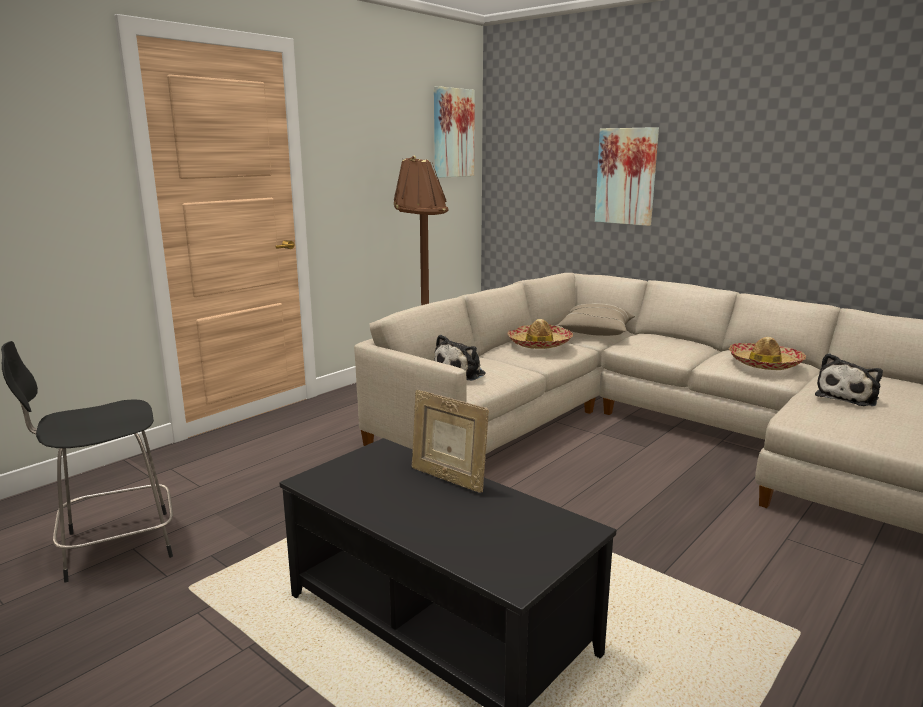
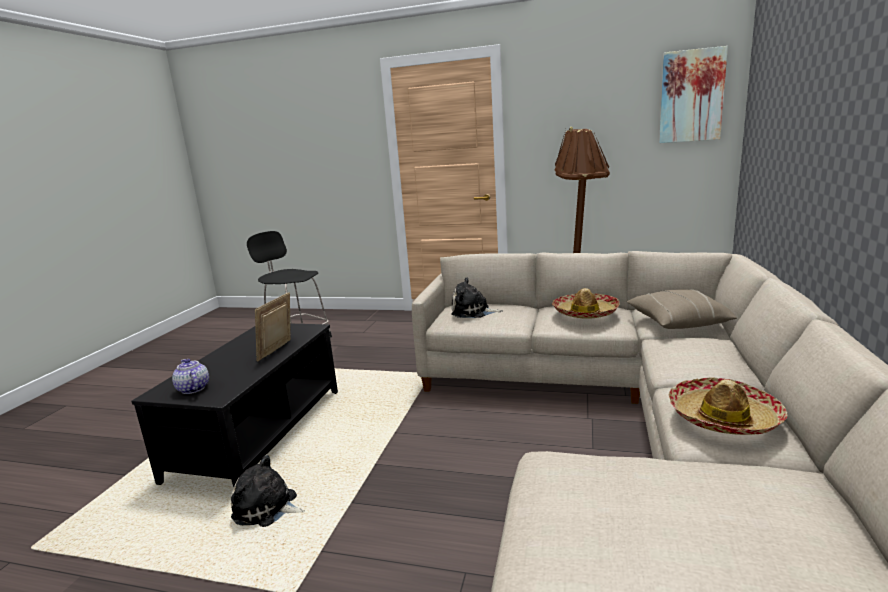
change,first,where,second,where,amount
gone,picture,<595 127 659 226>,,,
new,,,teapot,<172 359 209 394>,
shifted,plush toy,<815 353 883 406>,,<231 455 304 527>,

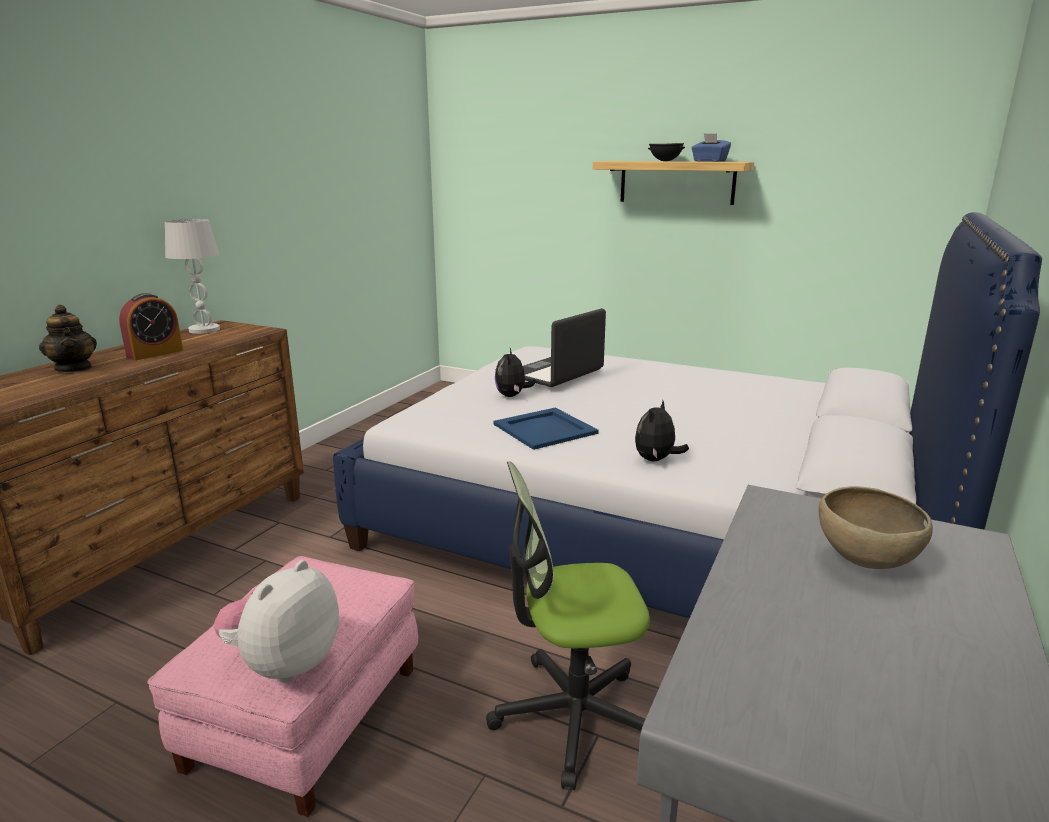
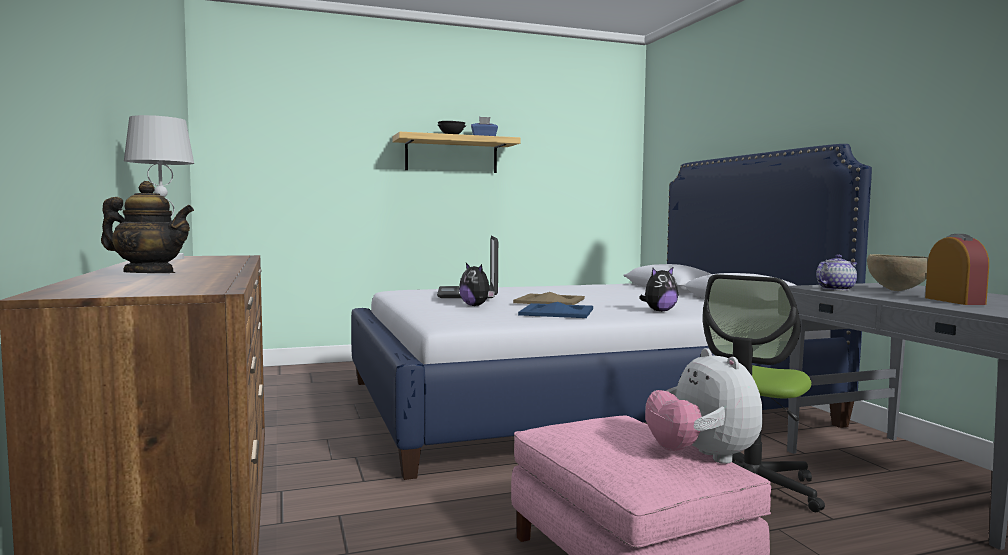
change,first,where,second,where,amount
new,,,tray (beige),<513 292 585 305>,
new,,,teapot,<816 254 857 291>,
shifted,alarm clock,<119 293 183 361>,,<925 234 989 305>,
rotated,plush toy,<635 401 689 461>,,<639 266 678 312>,105 degrees counterclockwise

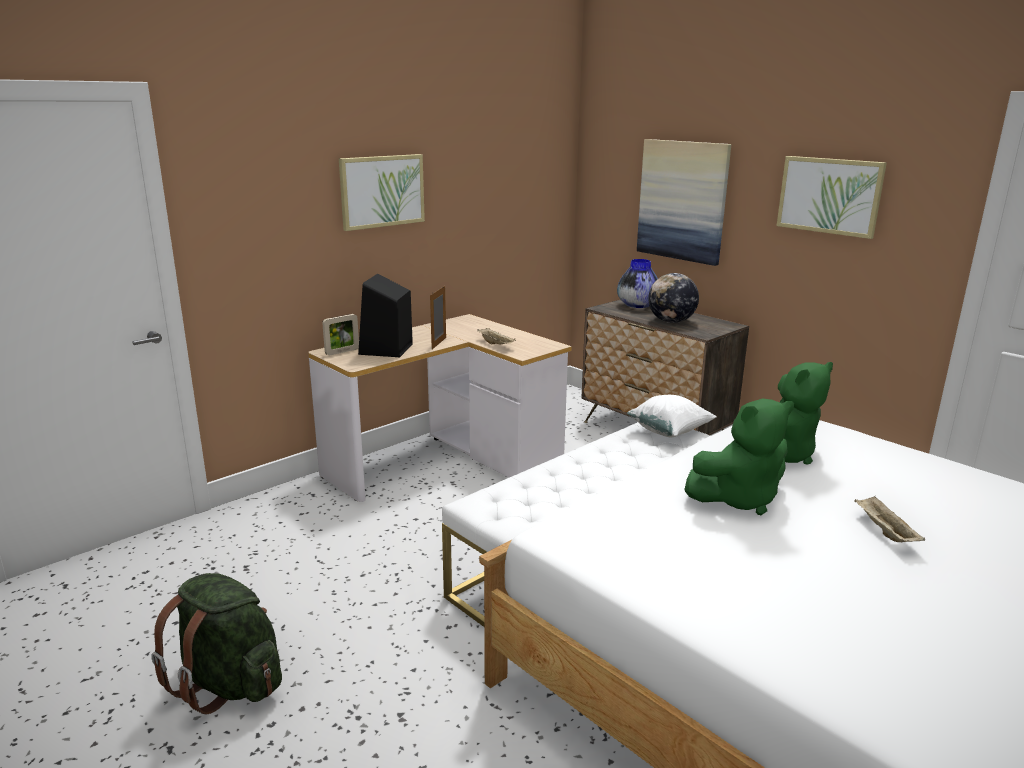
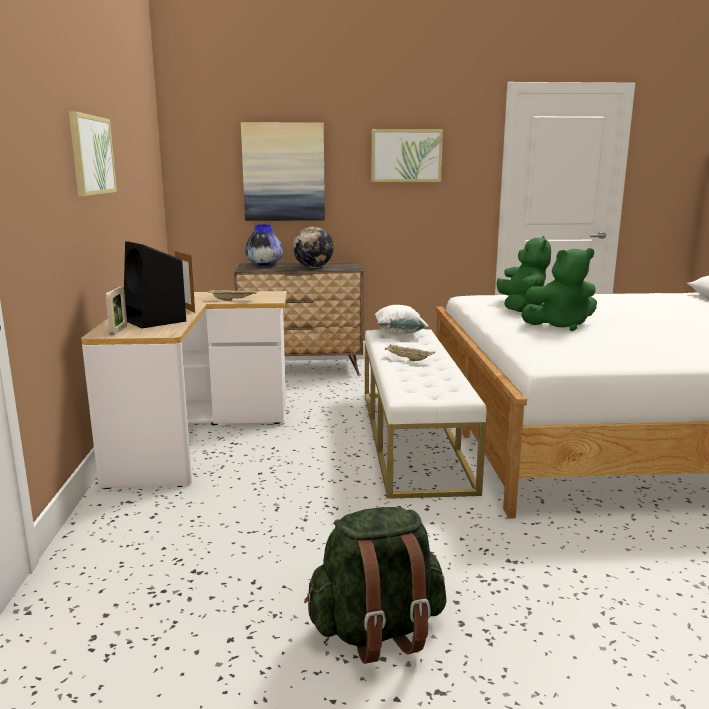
change,first,where,second,where,amount
shifted,tray (beige),<854 496 925 542>,,<385 344 435 361>,
rotated,plush toy (green),<685 399 794 515>,,<521 248 597 331>,60 degrees clockwise

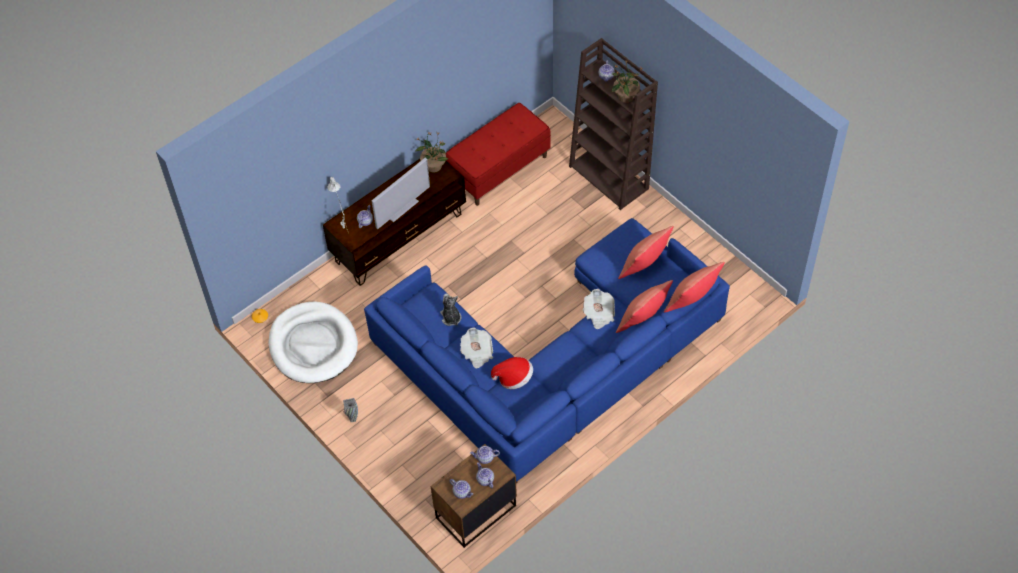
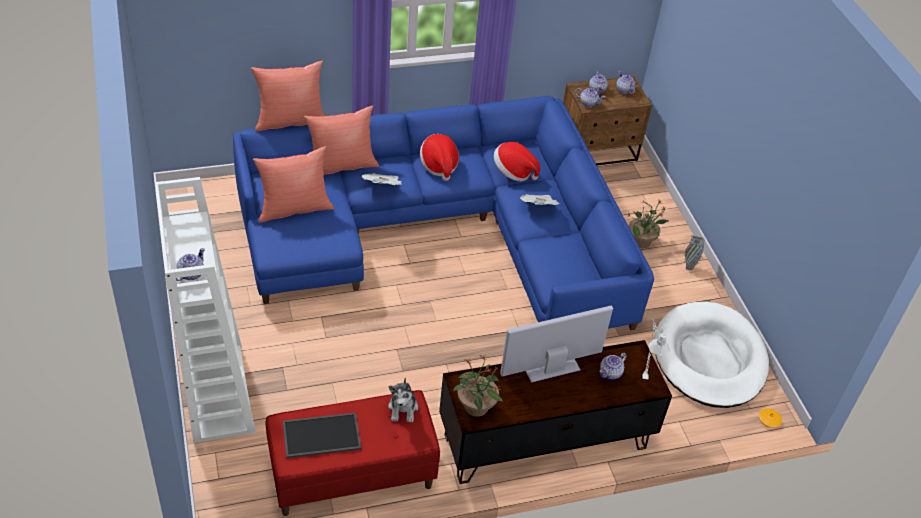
change,first,where,second,where,amount
new,,,tray,<283 413 361 458>,
new,,,hat,<420 134 459 181>,
shifted,plush toy,<440 293 462 326>,,<388 378 418 422>,
shifted,potted plant,<611 60 644 103>,,<627 199 669 248>,
repainted,bookcase (brown),<569 38 658 210>,bookcase (white),<155 177 256 443>,

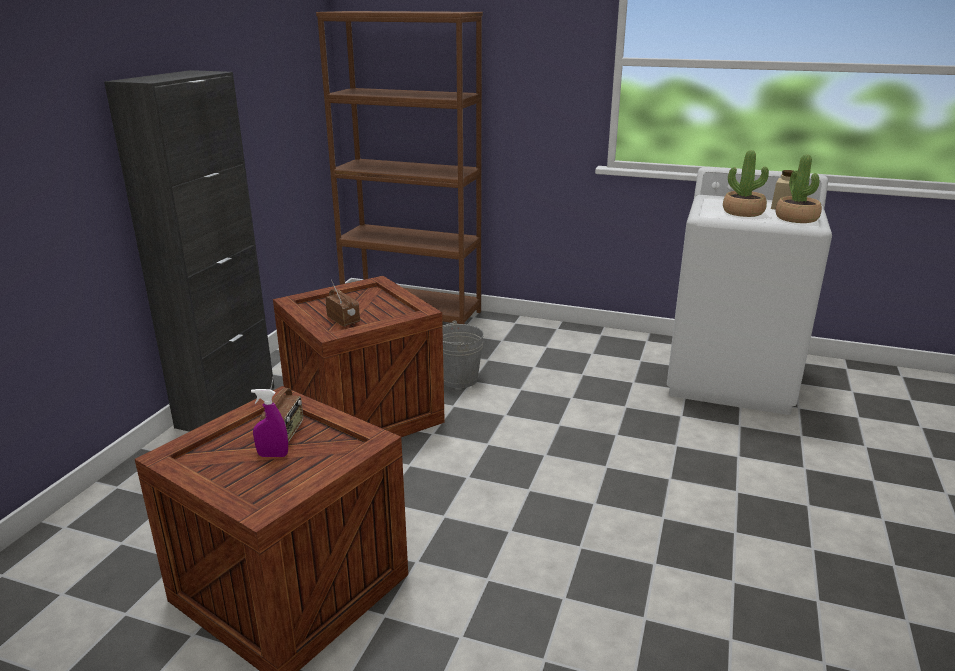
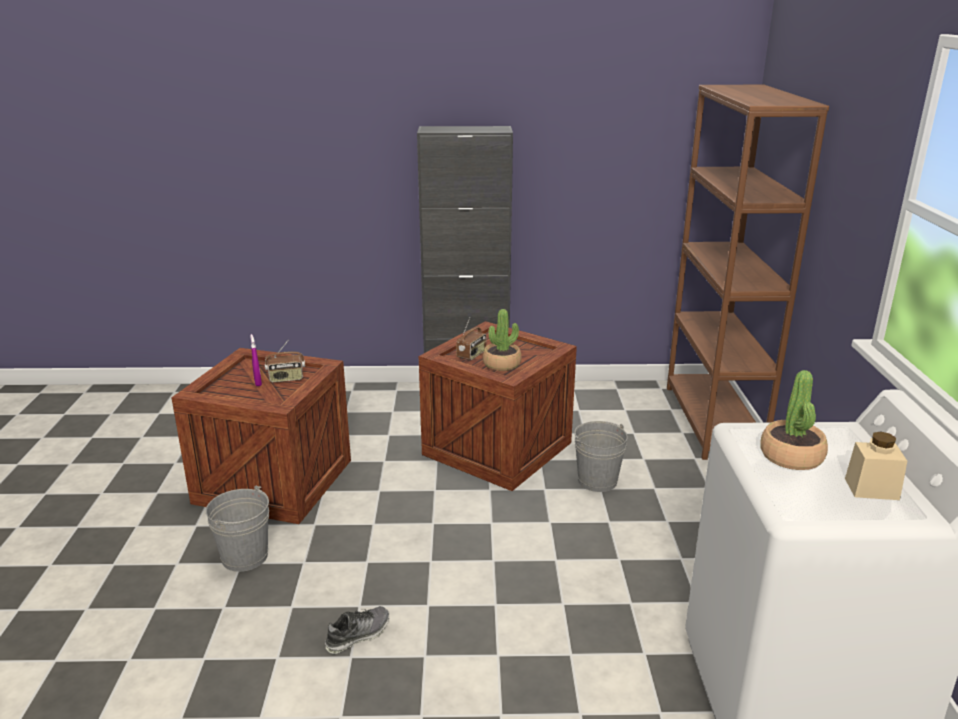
change,first,where,second,where,amount
new,,,bucket (grey),<206 486 269 572>,
new,,,shoe,<325 606 389 654>,
shifted,potted plant,<775 154 822 223>,,<483 309 522 371>,

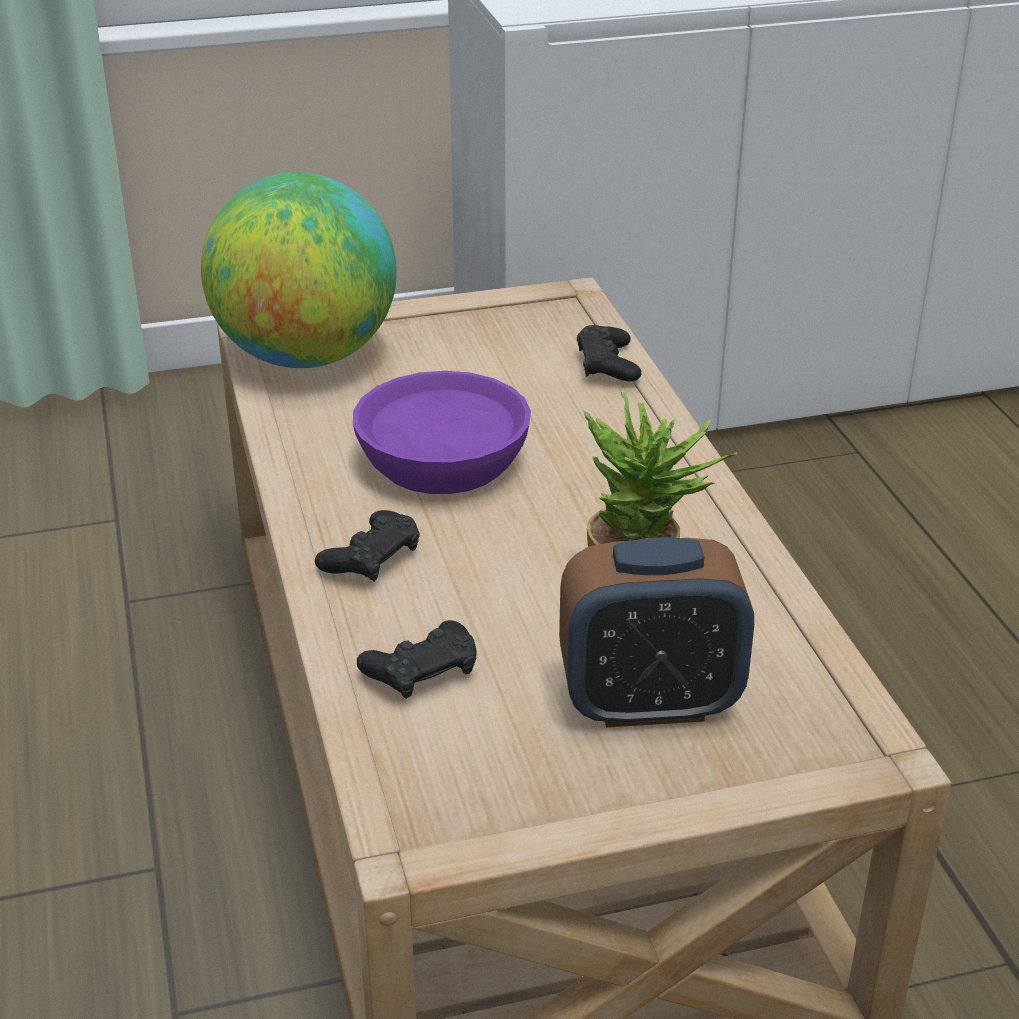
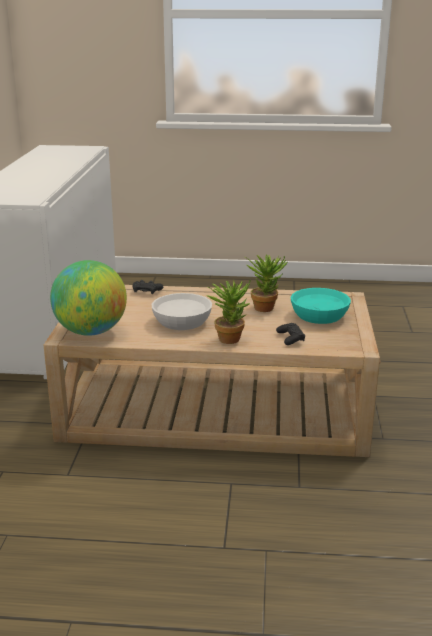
change,first,where,second,where,amount
swapped,game controller (black),<315 510 420 582>,potted plant,<206 279 251 344>,
swapped,alarm clock,<559 538 754 727>,bowl (turquoise),<290 288 351 324>,
repainted,bowl (purple),<353 371 531 494>,bowl (white),<152 293 212 330>,

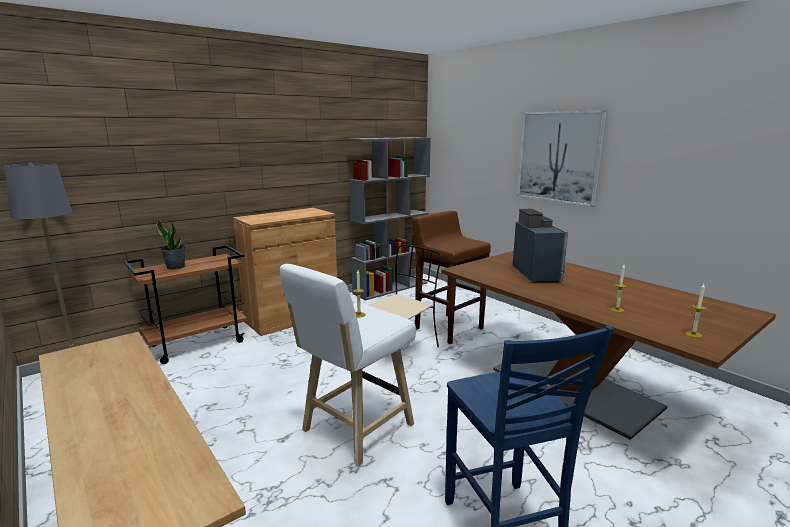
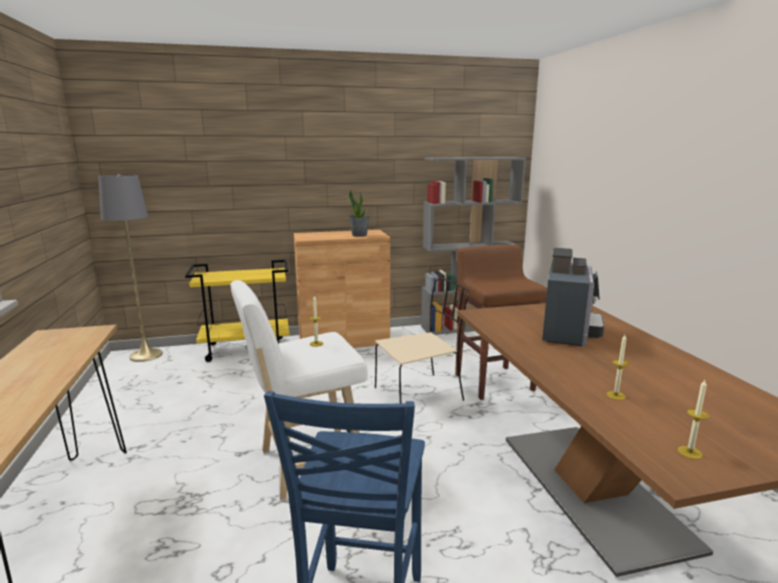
change,first,where,second,where,amount
gone,picture,<517 110 607 207>,,,
shifted,potted plant,<157 219 186 270>,,<348 190 370 237>,
repainted,cart (brown),<124 245 247 364>,cart (yellow),<185 260 289 362>,

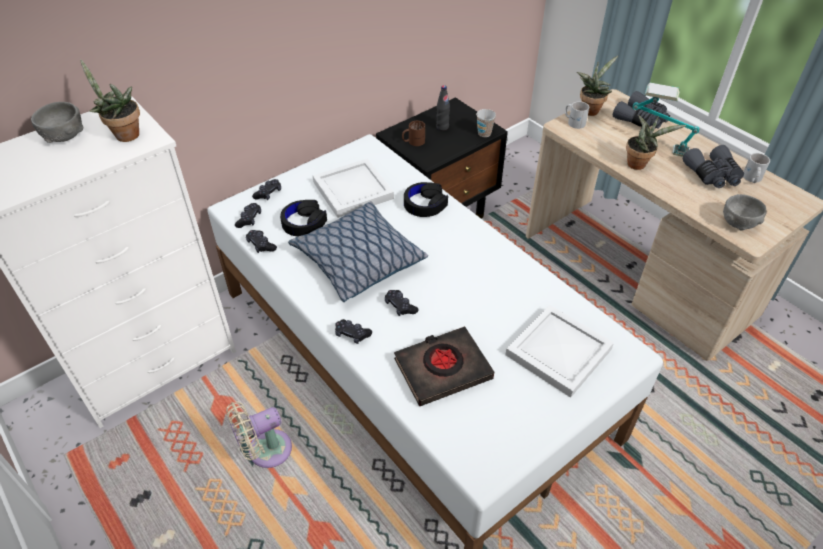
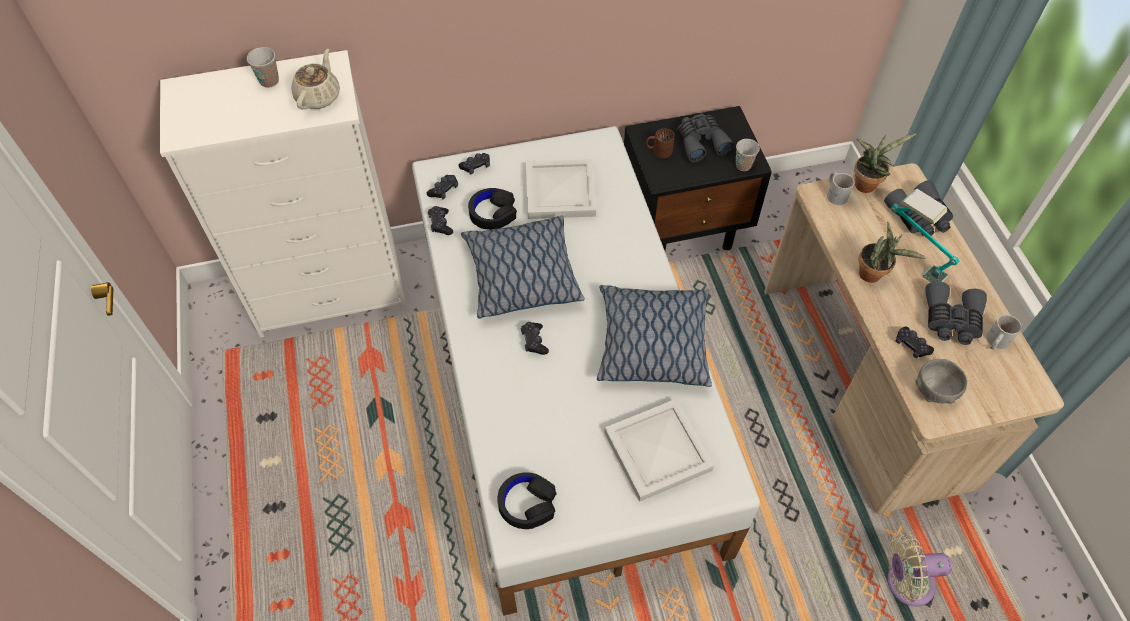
change,first,where,second,where,amount
gone,book (black),<394 326 494 406>,,,
new,,,pillow,<597 285 712 387>,
shifted,fan (beige),<226 401 292 468>,,<887 532 951 606>,
shifted,game controller (black),<335 319 372 344>,,<896 326 934 358>,
shifted,headphones (black),<404 182 448 217>,,<497 472 556 529>,
swapped,bowl (grey),<31 102 84 143>,cup,<247 47 279 88>,
swapped,potted plant,<80 59 140 142>,teapot (beige),<291 49 340 110>,
swapped,bottle (black),<436 85 450 131>,binoculars (grey),<677 114 734 162>,

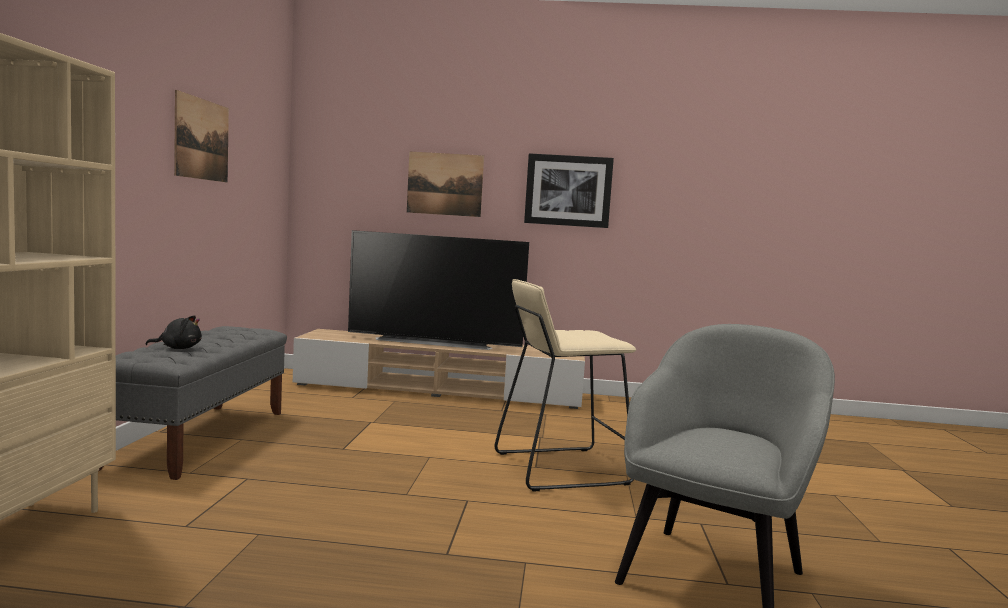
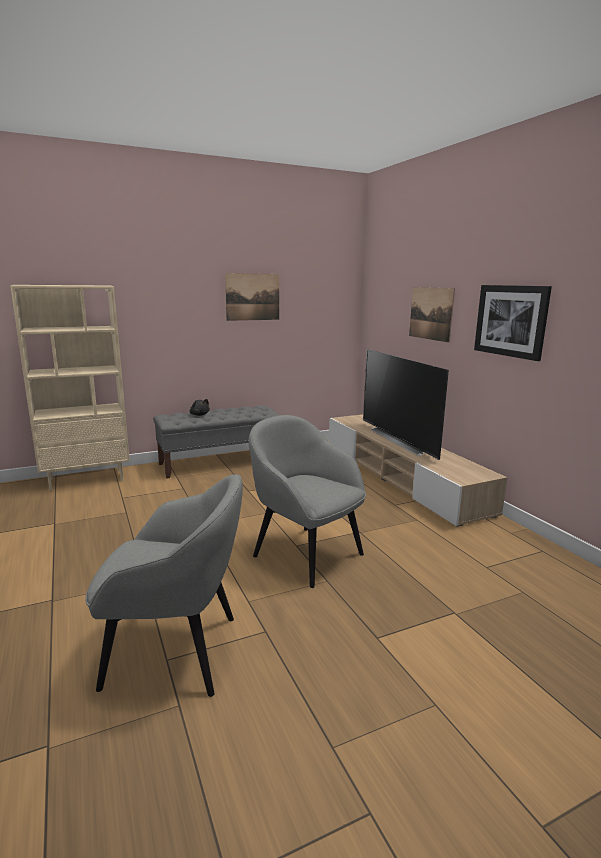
change,first,where,second,where,amount
swapped,stool (beige),<495 279 636 492>,armchair (grey),<248 415 366 588>,

